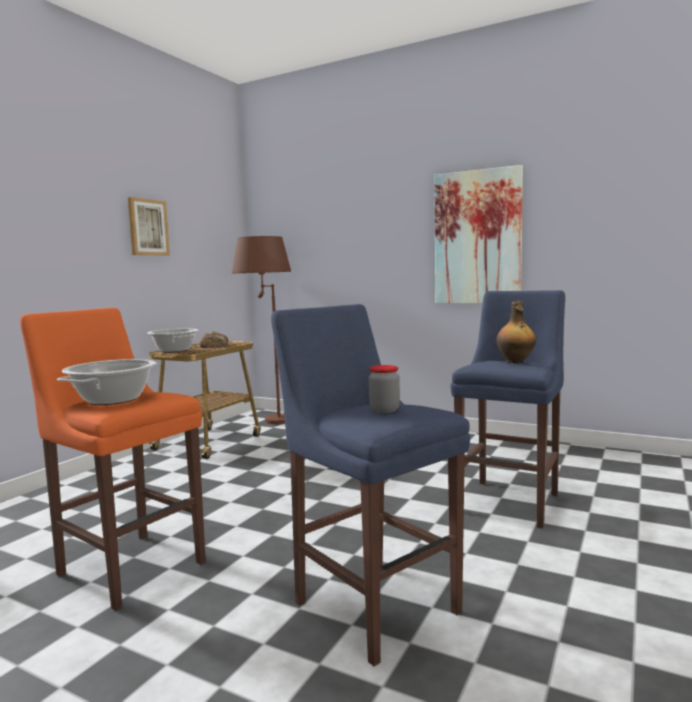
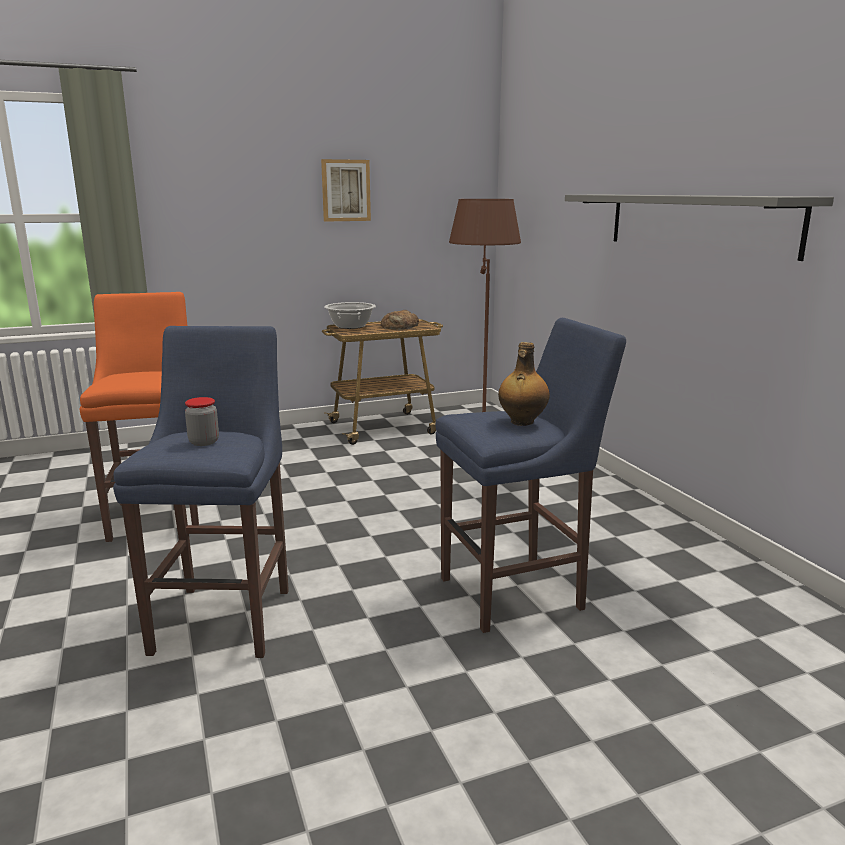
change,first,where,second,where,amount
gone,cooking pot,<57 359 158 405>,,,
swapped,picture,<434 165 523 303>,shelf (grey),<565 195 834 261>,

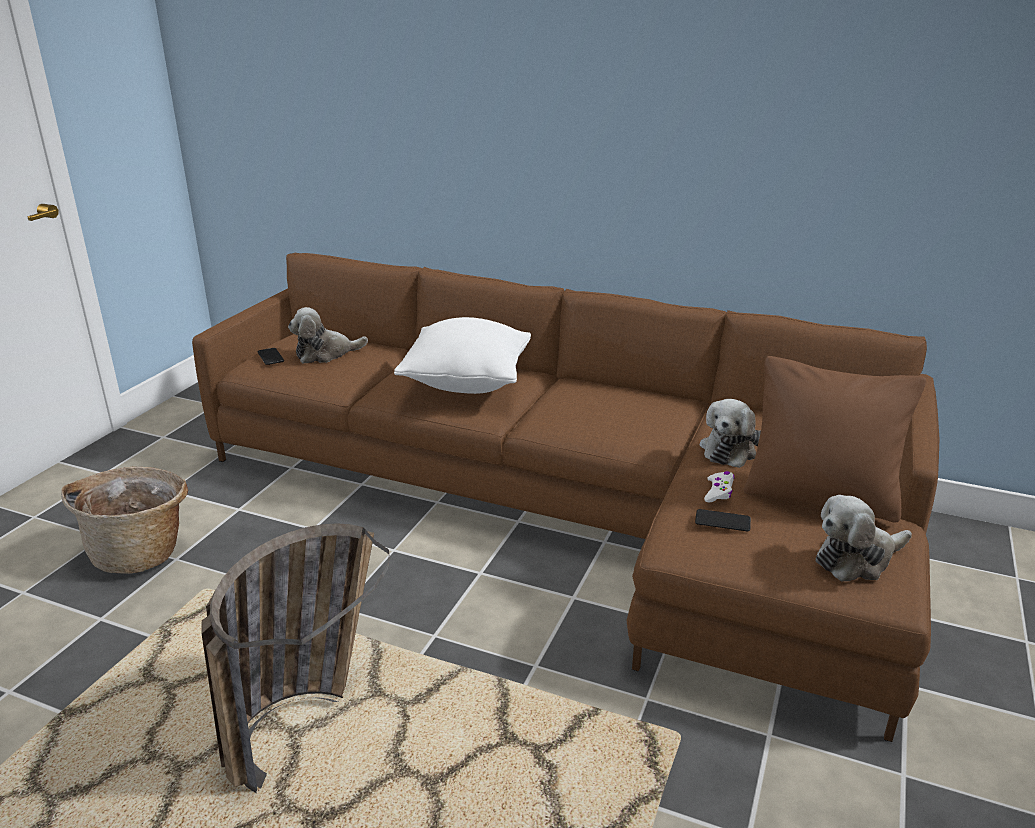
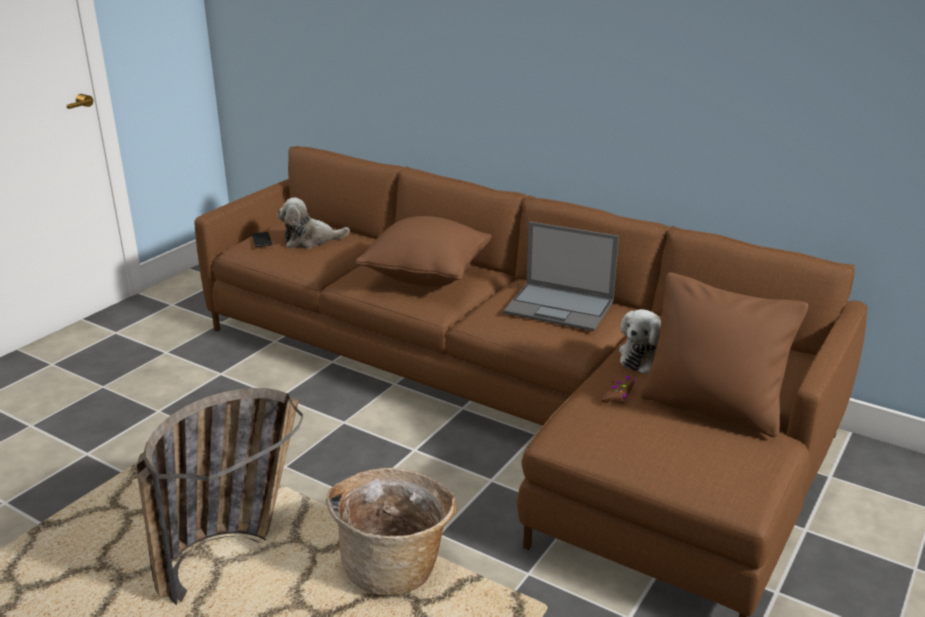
change,first,where,second,where,amount
gone,phone,<695 509 751 531>,,,
gone,plush toy,<816 495 912 581>,,,
new,,,laptop,<503 221 619 331>,
shifted,basket,<61 467 189 574>,,<326 468 456 596>,
repainted,pillow (white),<394 317 531 394>,pillow (brown),<356 216 492 287>,
repainted,game controller (white),<704 471 734 502>,game controller (brown),<601 376 635 403>,

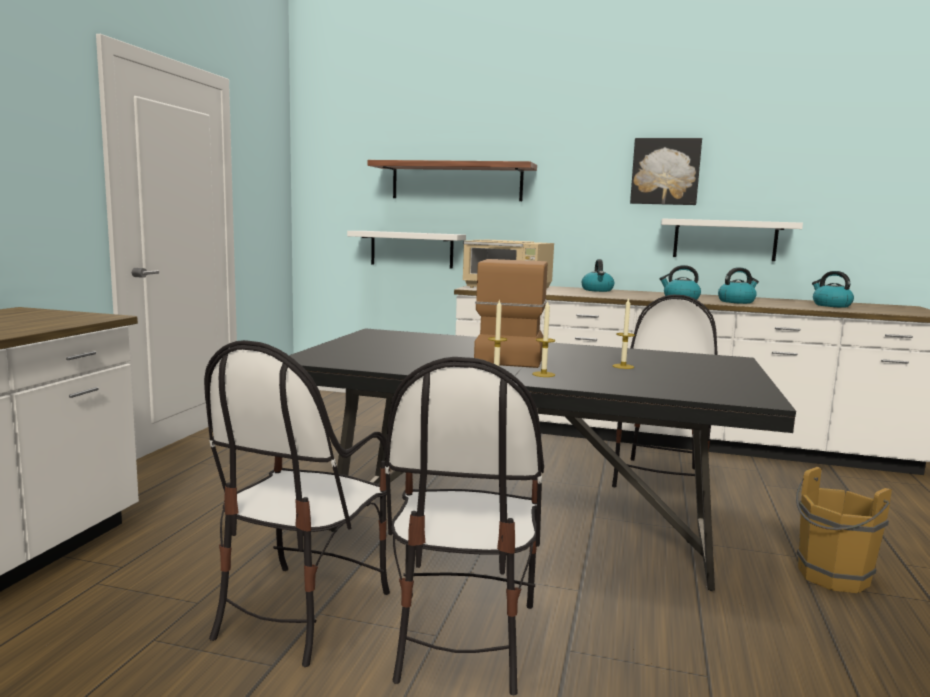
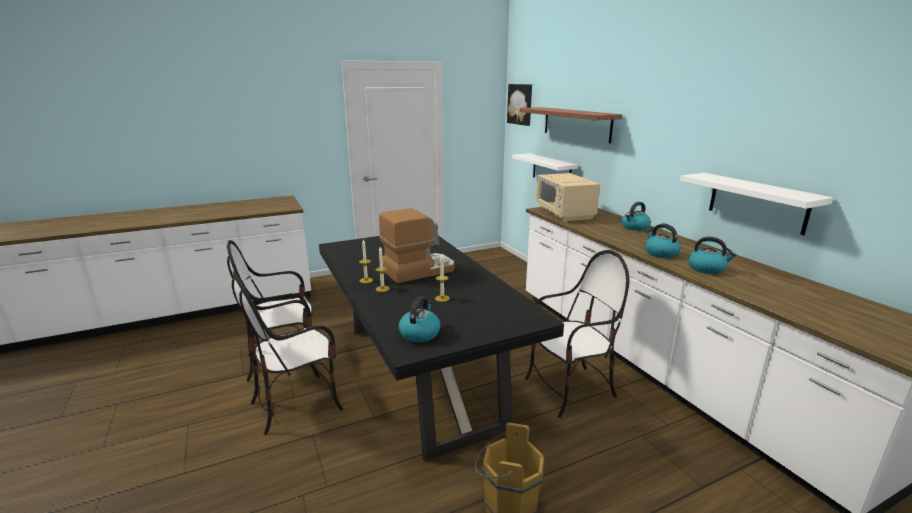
change,first,where,second,where,amount
shifted,picture,<630 138 702 205>,,<507 84 532 126>,
shifted,kettle,<812 271 854 308>,,<399 296 440 342>,

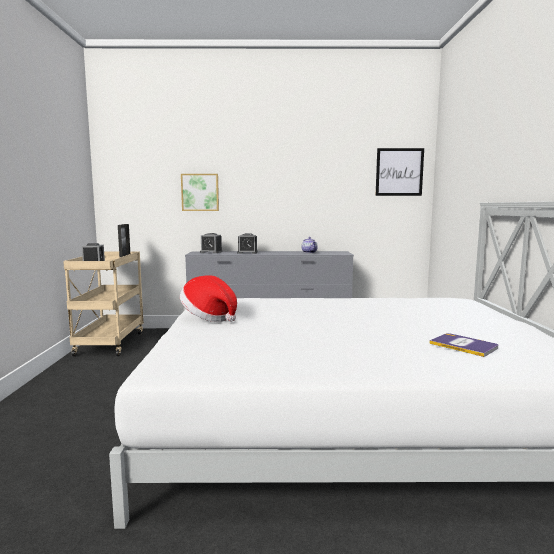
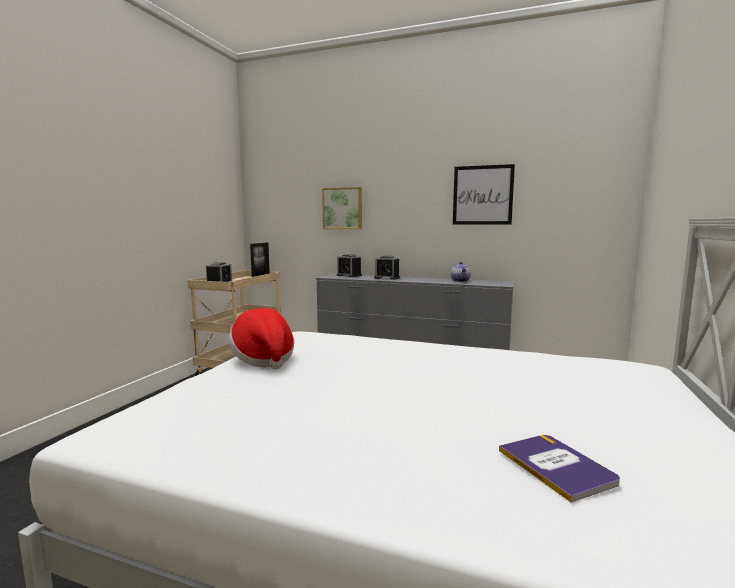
change,first,where,second,where,amount
shifted,picture,<376 148 424 196>,,<453 164 515 225>,

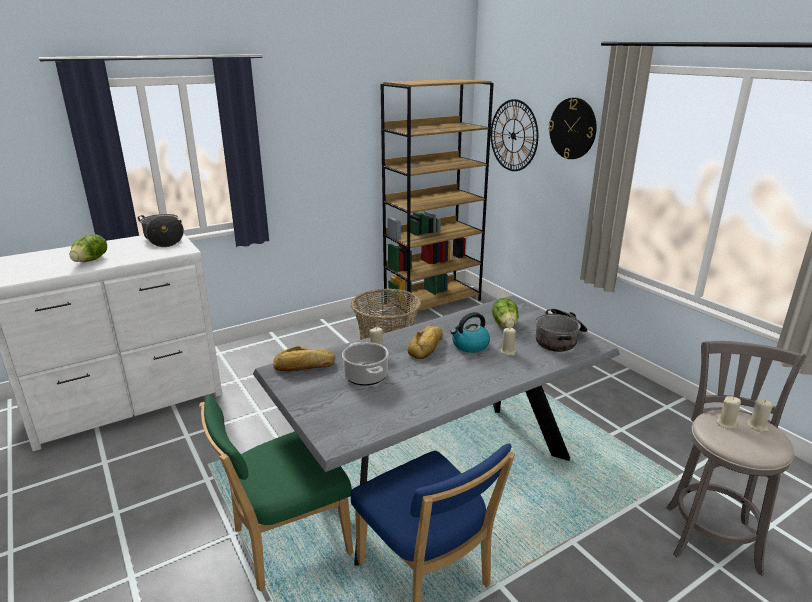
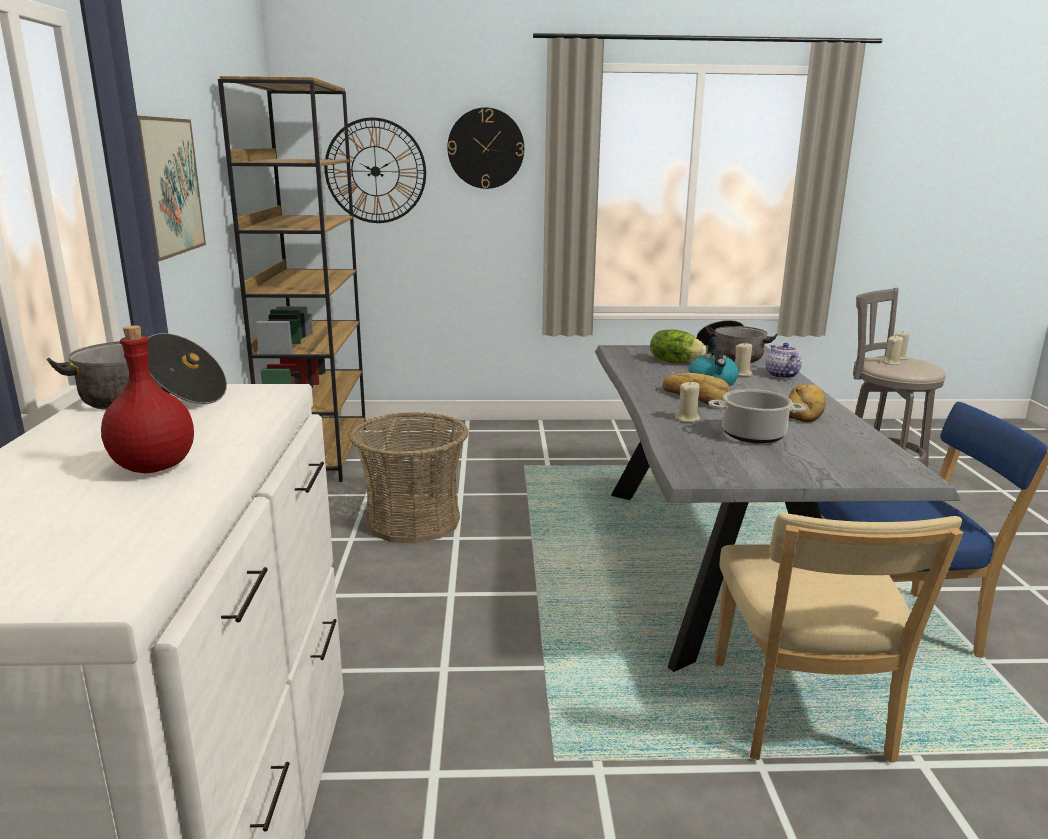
change,first,where,second,where,amount
new,,,picture,<137 116 206 262>,
new,,,teapot,<766 343 802 379>,
shifted,bread,<273 346 335 371>,,<788 385 826 422>,
swapped,lettuce,<70 234 107 262>,bottle (red),<101 325 194 473>,
repainted,chair (green),<199 395 353 592>,chair (beige),<715 513 963 763>,

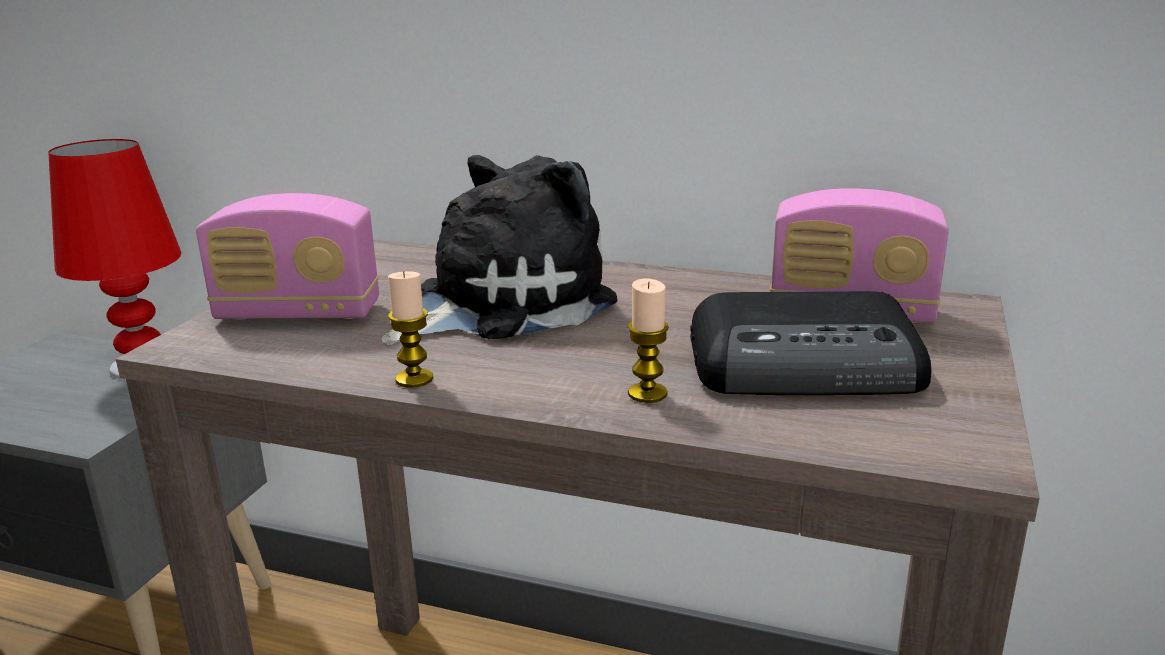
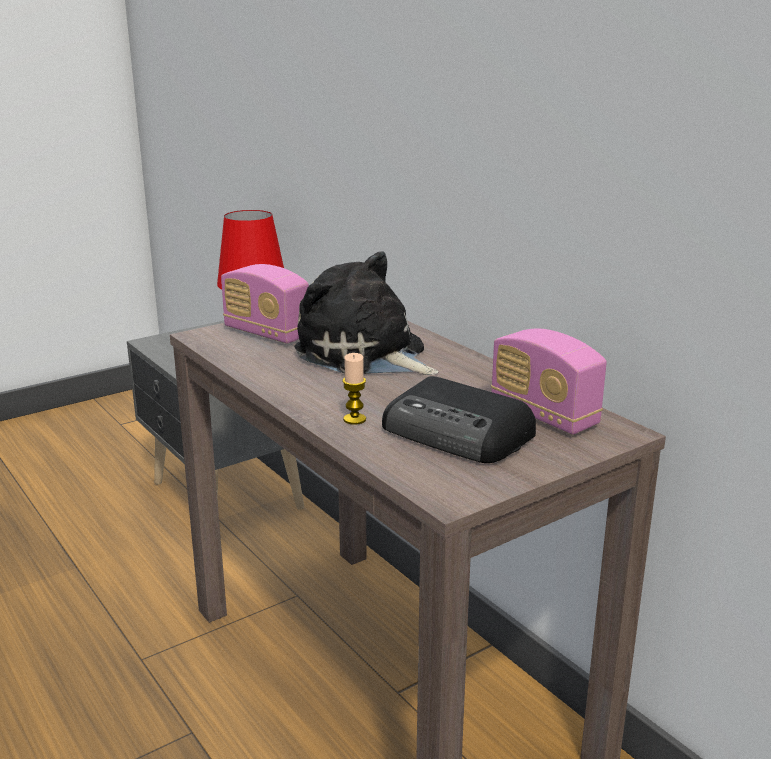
change,first,where,second,where,amount
gone,candle,<388 271 433 388>,,,
rotated,plush toy,<381 155 618 345>,,<294 251 438 375>,135 degrees counterclockwise

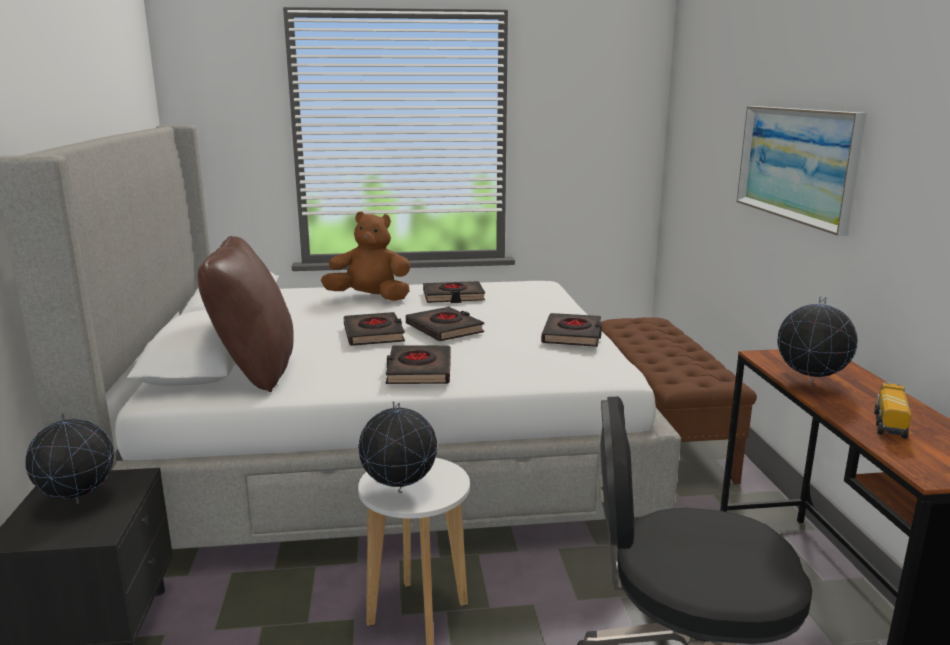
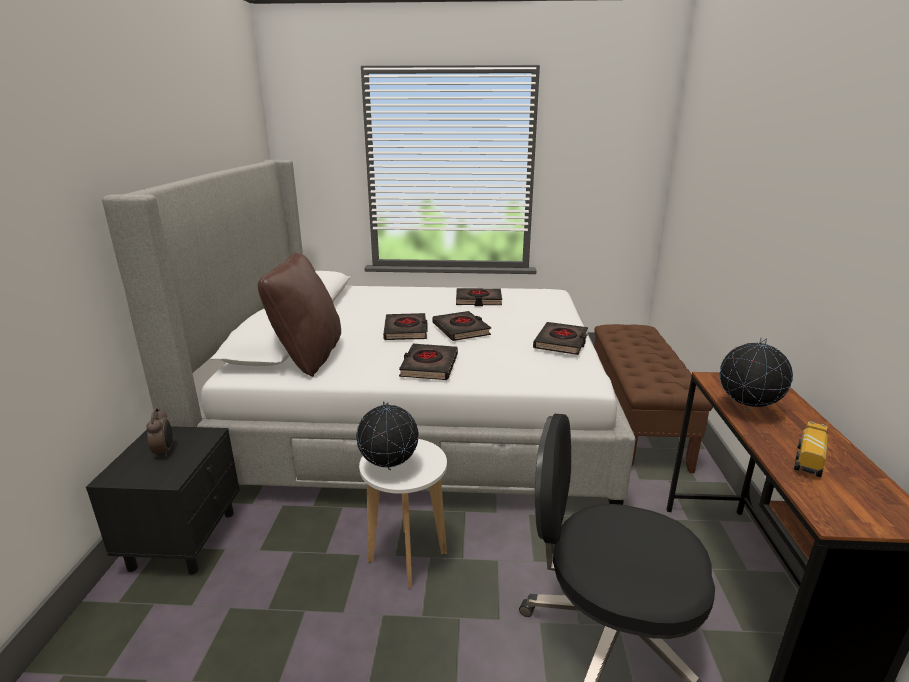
change,first,where,second,where,amount
gone,plush toy (brown),<321 211 411 301>,,,
gone,picture,<737 106 866 236>,,,
swapped,globe,<25 412 114 504>,alarm clock,<146 408 172 457>,

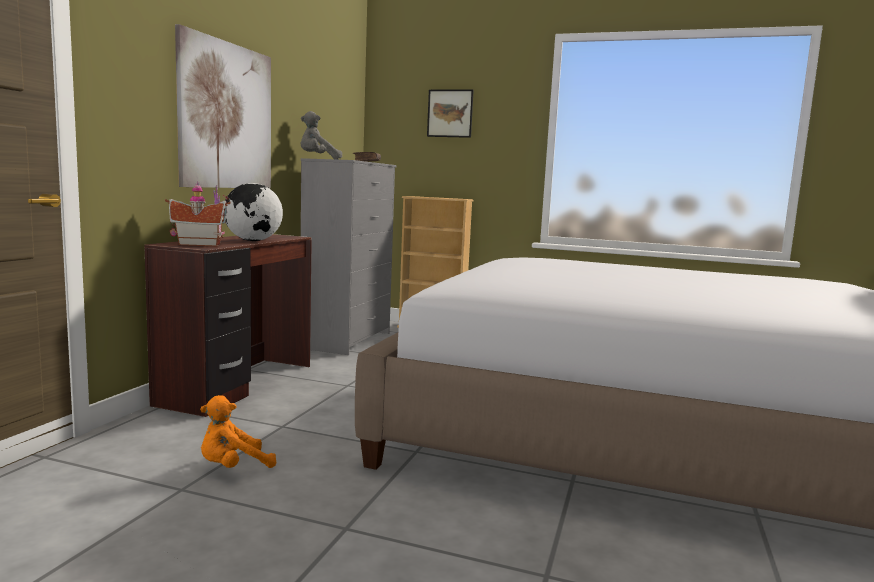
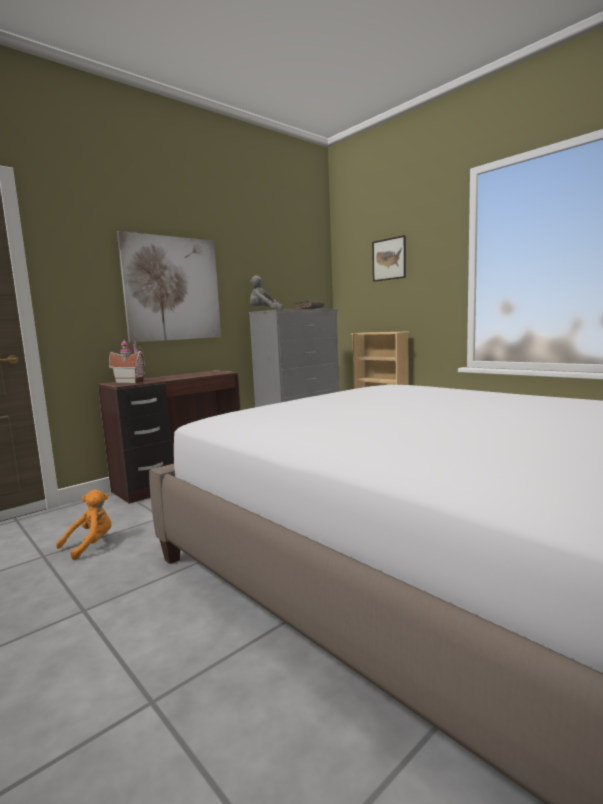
change,first,where,second,where,amount
gone,globe,<225 183 283 241>,,,
rotated,plush toy (orange),<200 395 277 468>,,<56 489 112 560>,135 degrees clockwise

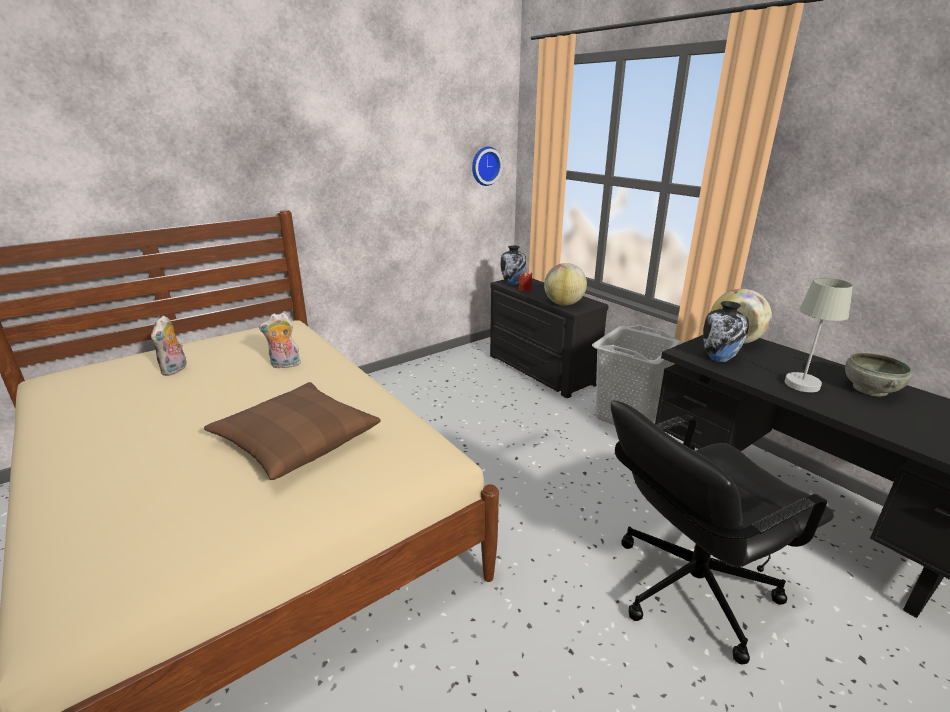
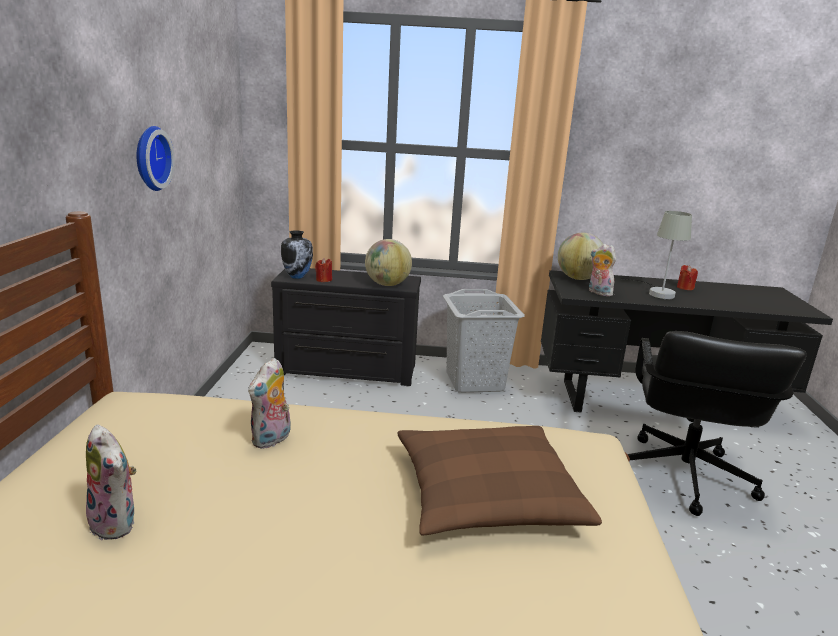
change,first,where,second,where,amount
shifted,wall clock,<472 147 503 186>,,<136 126 175 191>,
swapped,vase,<703 301 749 362>,plush toy,<589 244 616 296>,
swapped,bowl (grey),<845 353 912 396>,candle (red),<677 265 698 290>,

